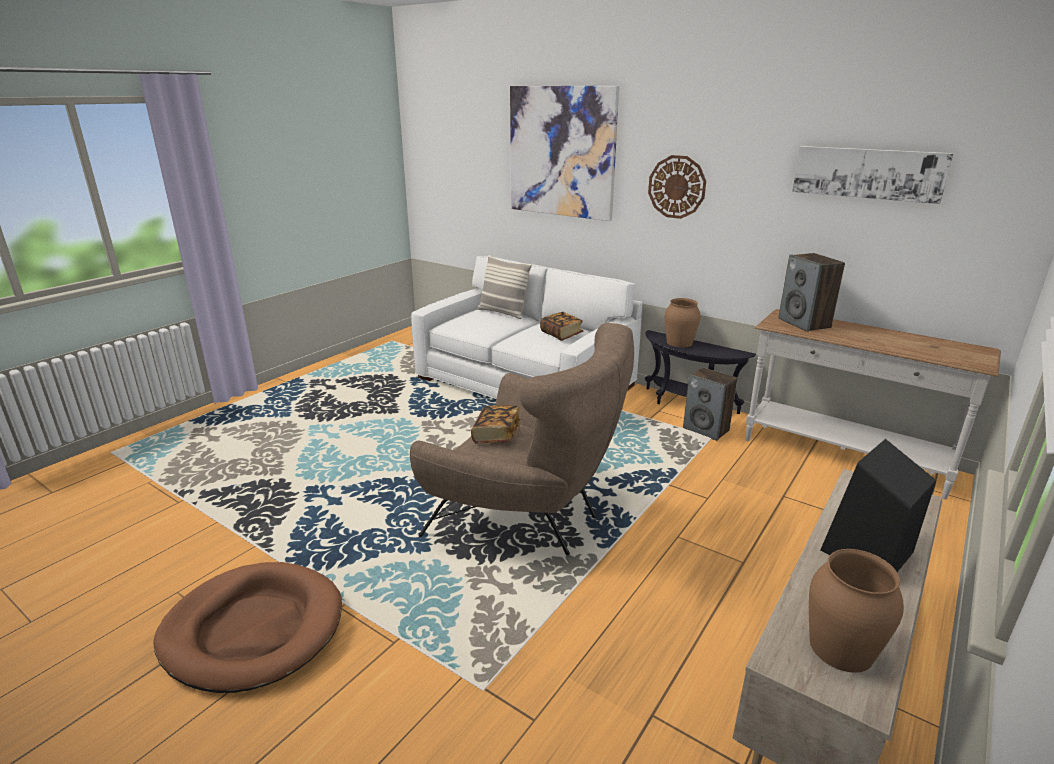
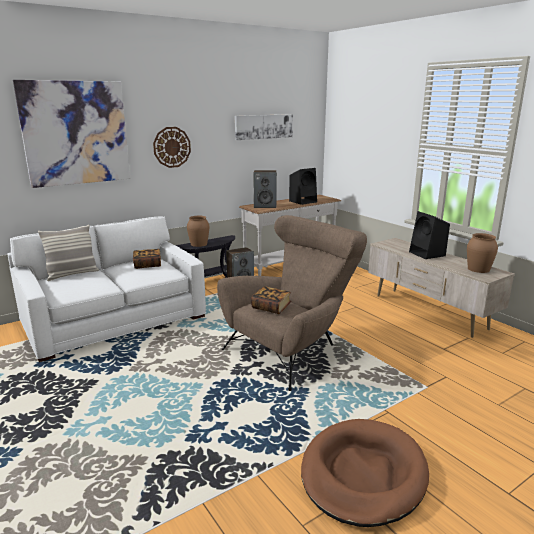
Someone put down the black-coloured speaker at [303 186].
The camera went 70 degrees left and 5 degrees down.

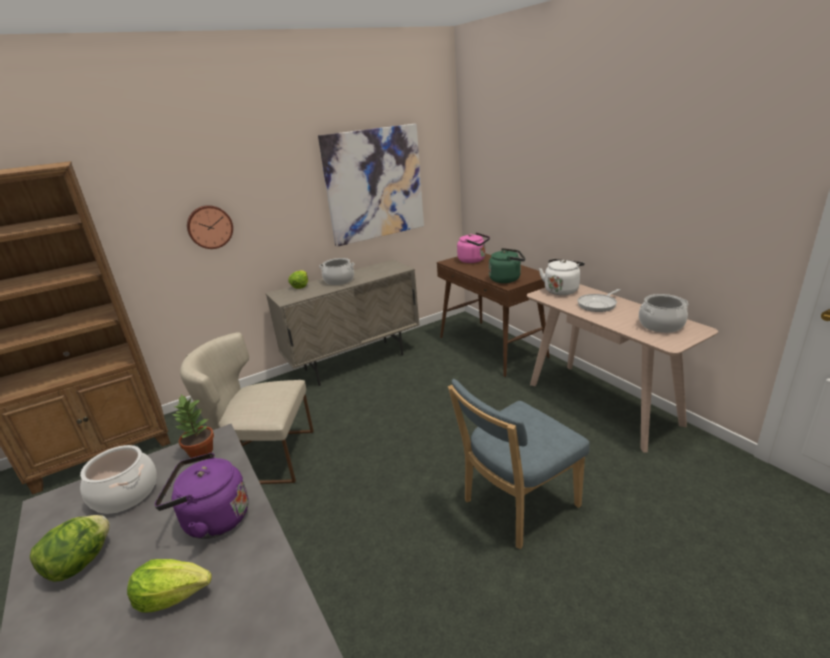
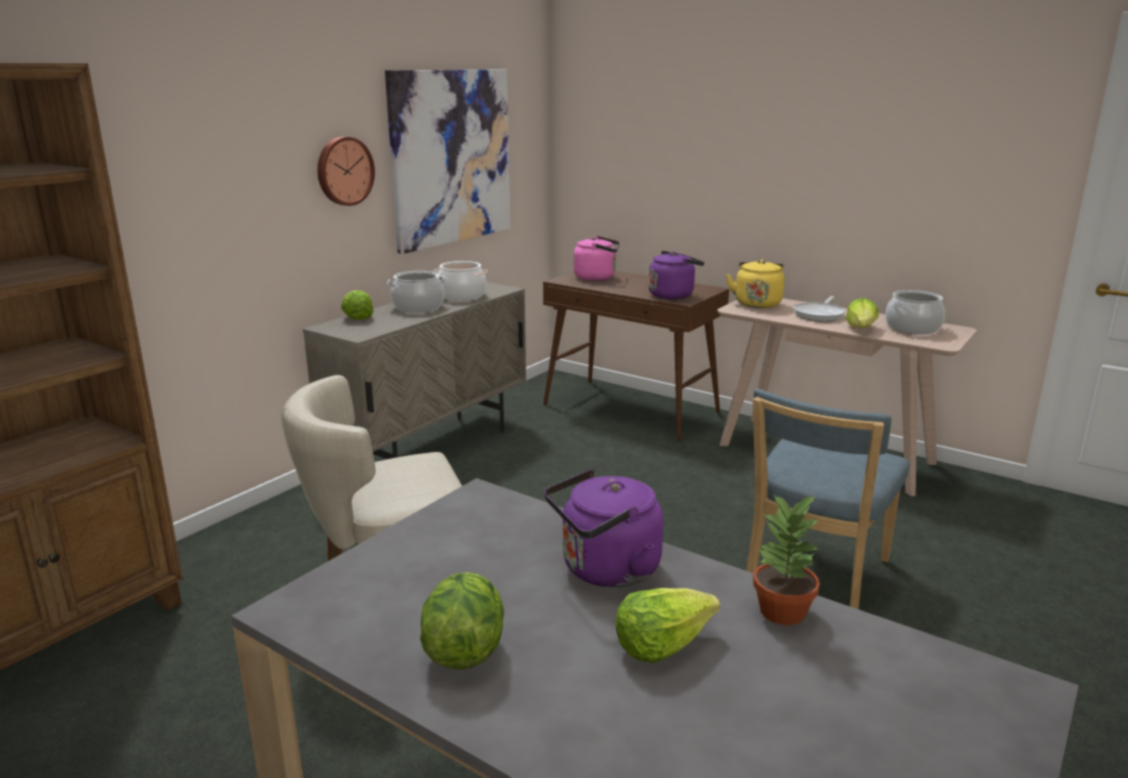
Someone put down the lettuce head at [862 313].
Someone carried the saucepot from [118 479] to [461 281].
Someone carried the houseplant from [192 426] to [786 559].
Someone carried the wall clock from [210 227] to [346 171].
Someone repainted the green tea kettle at [507 265], which became the purple-coloured tea kettle at [676 275].
Someone repainted the whitish tea kettle at [562 277], which became the yellow tea kettle at [755 283].
The camera went 25 degrees left and 5 degrees down.

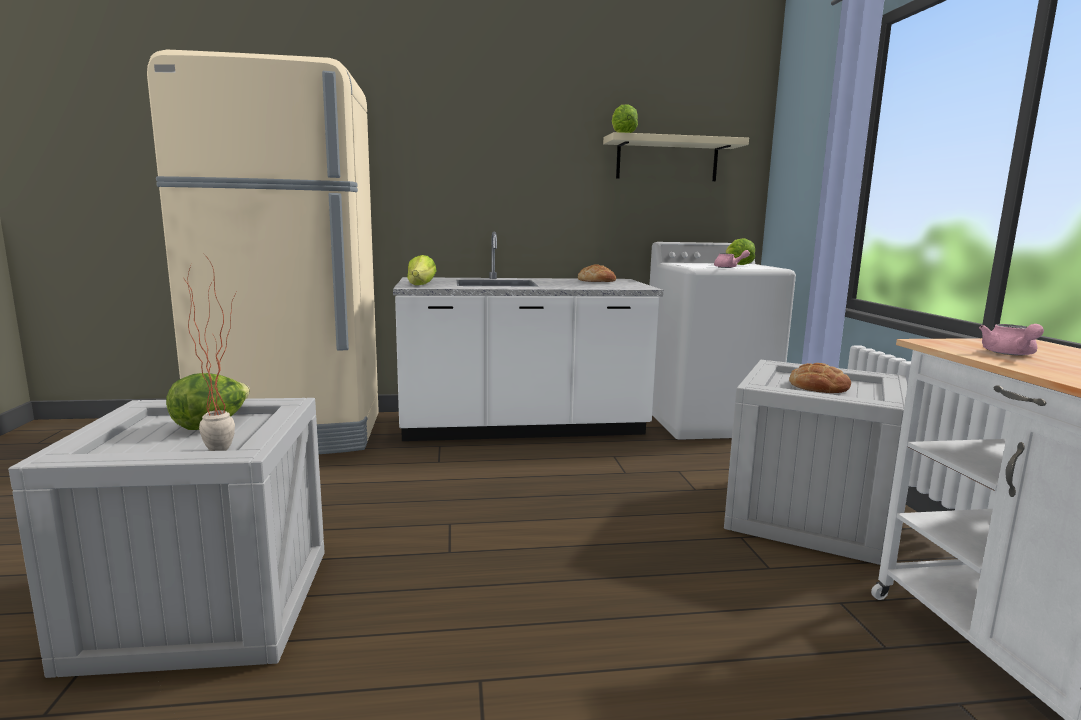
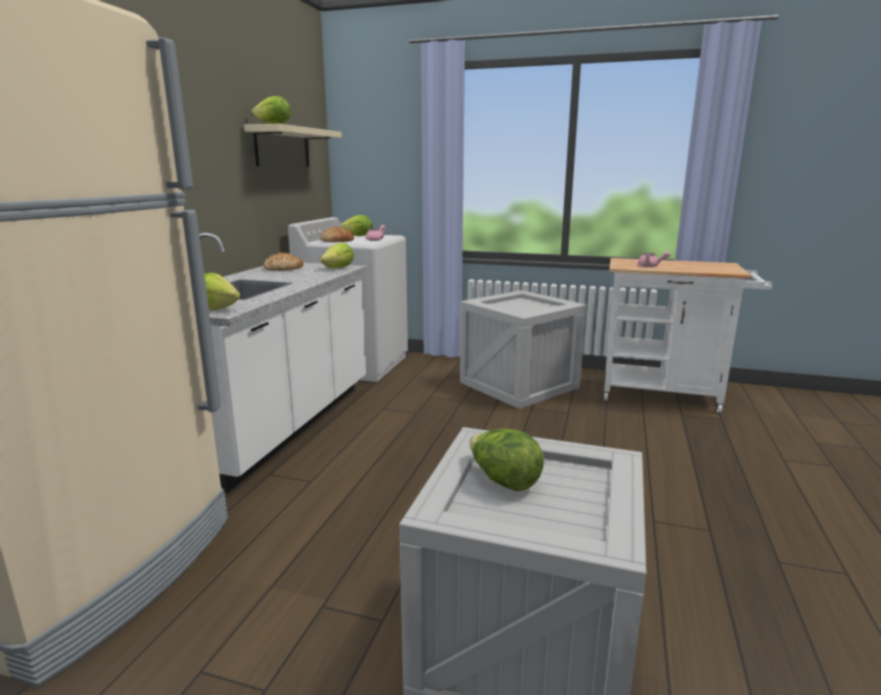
Someone took away the houseplant at [210 352].
Someone put down the lettuce head at [337 256].
Someone carried the bread from [820 378] to [337 234].
The camera went 65 degrees left and 5 degrees up.

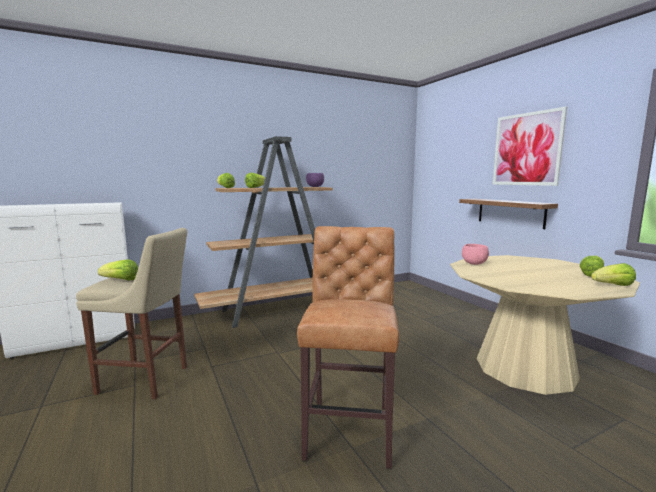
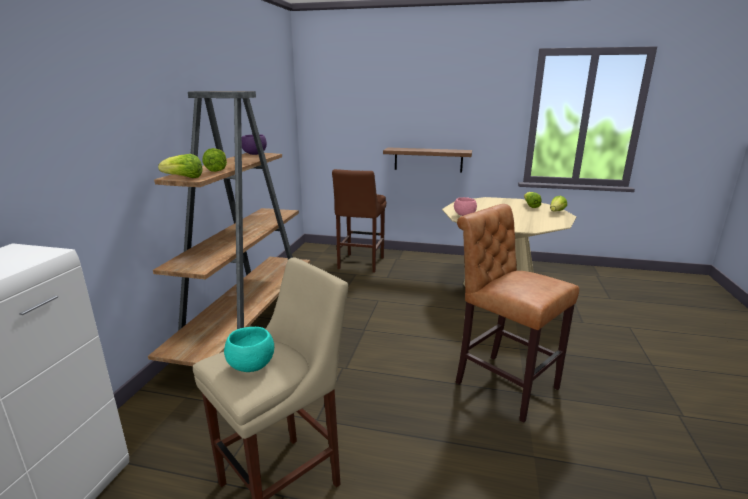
Someone took away the wall picture at [530 146].
Someone put down the brownish stool at [359 221].
Someone swapped the lettuce head at [118 270] for the blue-green serving bowl at [249 349].
The camera went 50 degrees left and 10 degrees up.

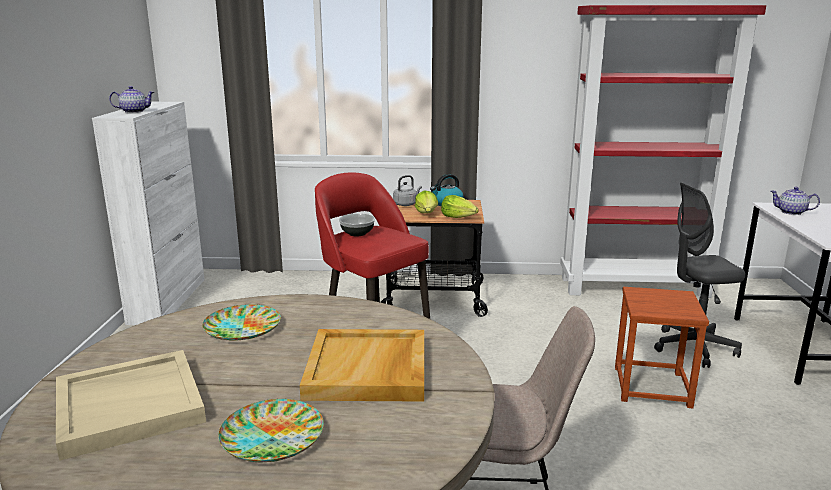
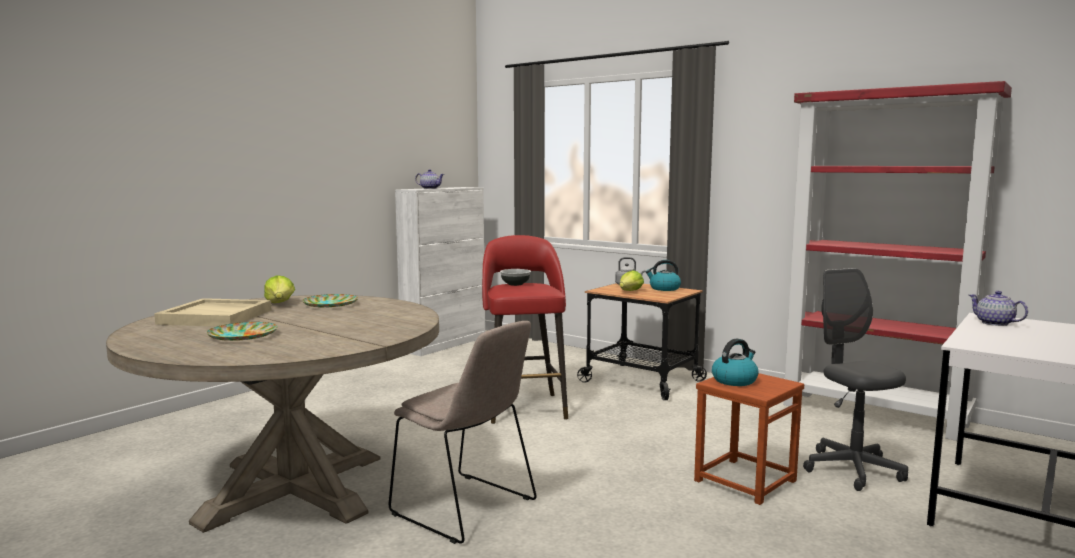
Someone took away the beige serving tray at [362 365].
Someone put down the tea kettle at [735 362].
Someone carried the lettuce head from [460 206] to [279 289].
Someone rotated the gray desk chair at [700 275] by 45 degrees clockwise.
The camera went 35 degrees right and 10 degrees down.

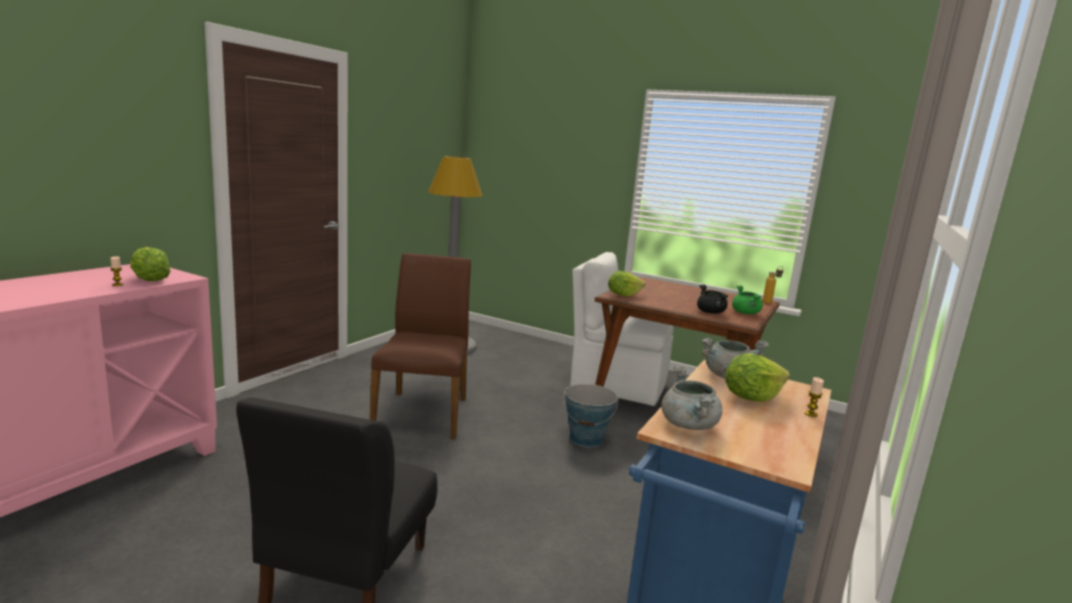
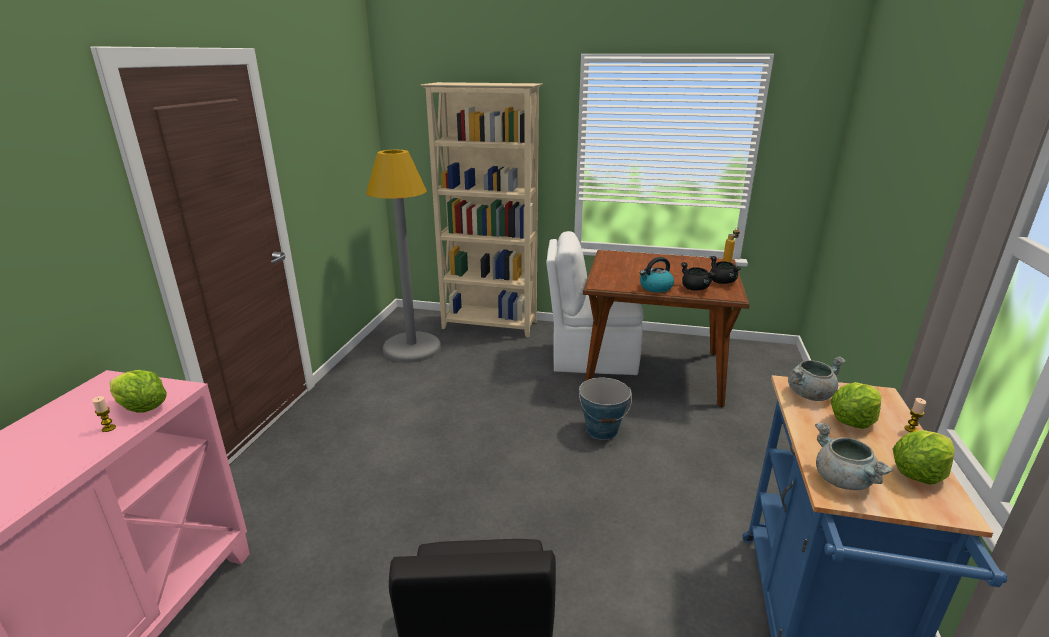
Someone took away the brownish chair at [420 346].
Someone put down the beige shelving unit at [482 210].
Someone put down the tea kettle at [657 275].
Someone carried the lettuce head from [626 284] to [923 457].
Someone repainted the green saucepot at [747 299], which became the black-coloured saucepot at [725 270].
The camera went 15 degrees left and 10 degrees up.

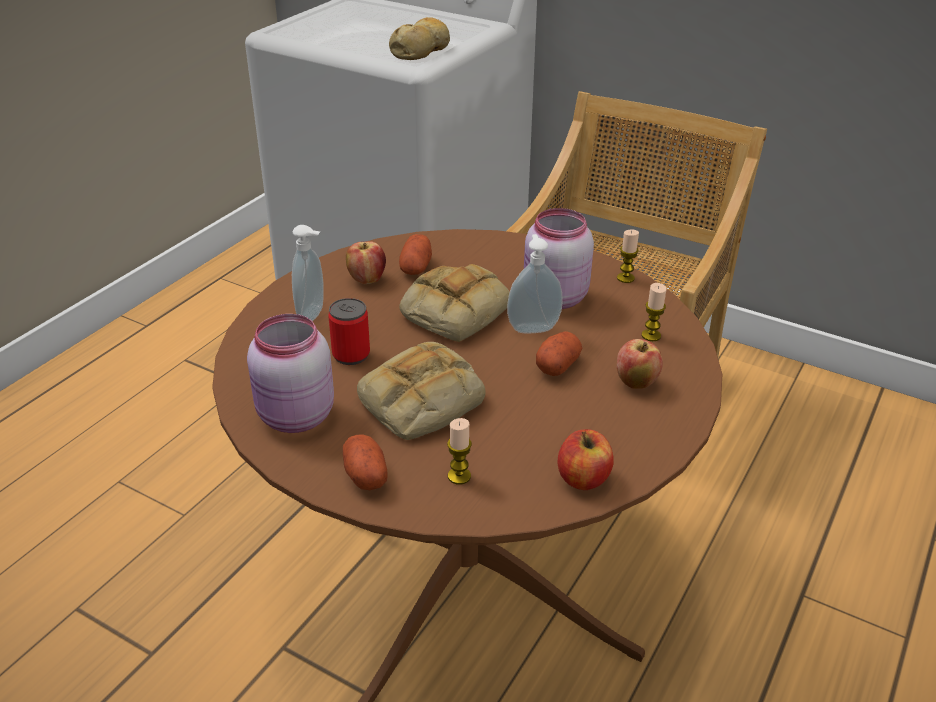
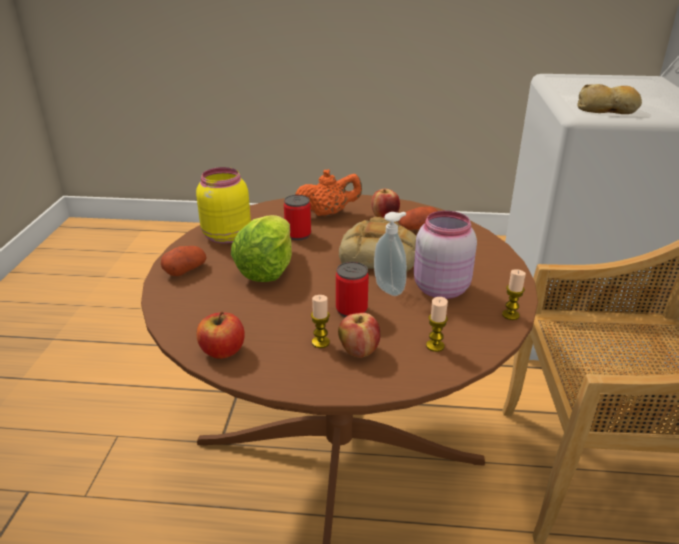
Someone carried the wax light from [459 451] to [320 321].
Someone swapped the soap dispenser at [308 273] for the orangey pot for tea at [328 192].
Someone swapped the bread at [421 391] for the lettuce head at [261 248].
Someone swapped the spud at [559 354] for the metal can at [352 289].
Someone repainted the pink-coloured storage jar at [290 373], which became the yellow storage jar at [223 205].
The camera went 65 degrees right and 5 degrees down.

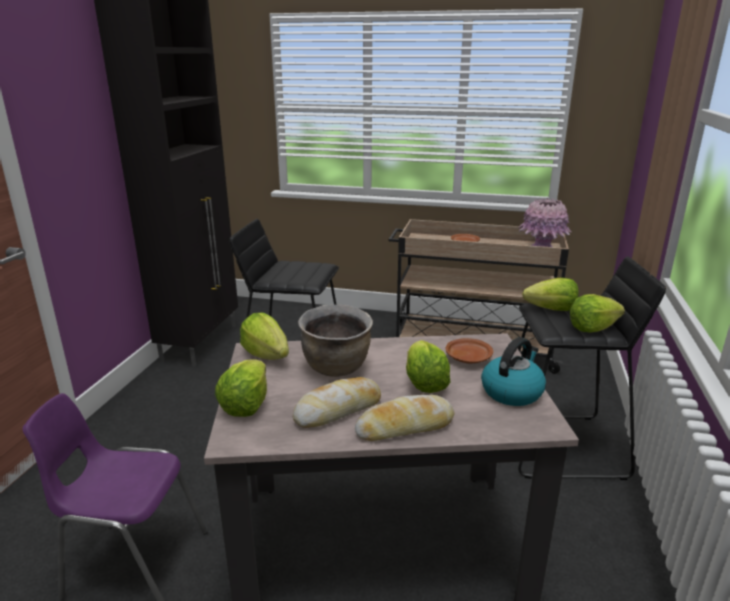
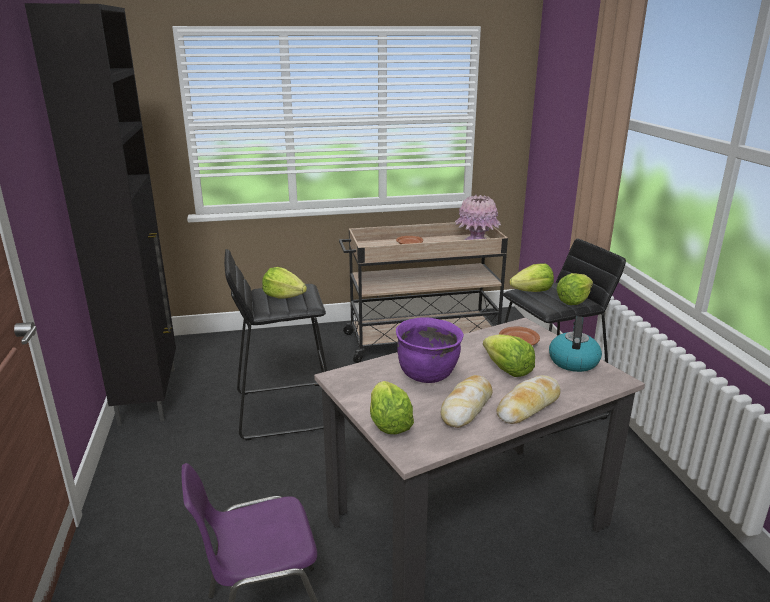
Someone carried the lettuce head from [264 336] to [284 282].
Someone repainted the brownish saucepot at [335 341], which became the purple-coloured saucepot at [430 350].
The camera went 25 degrees left and 0 degrees up.

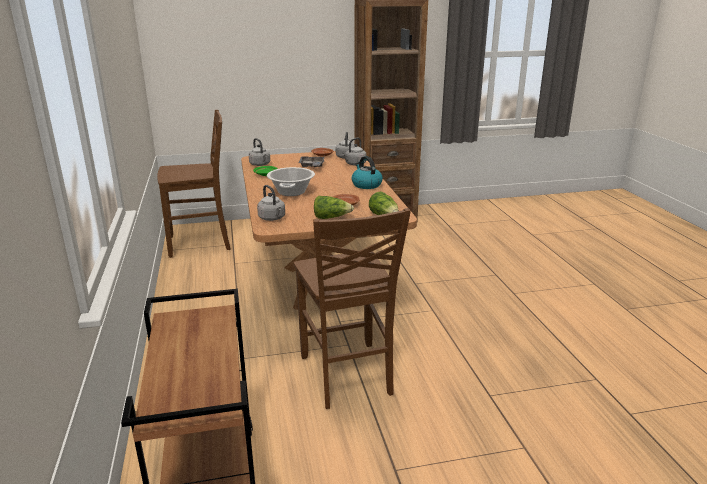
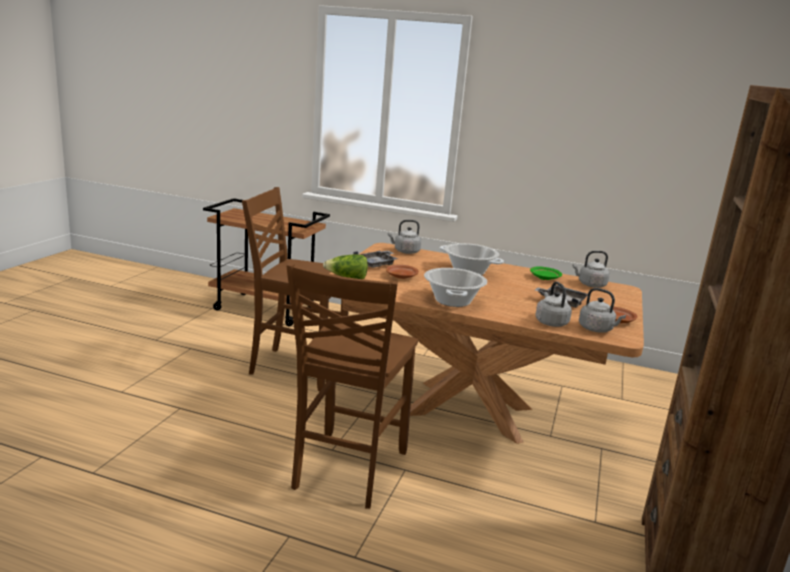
Someone carried the brownish chair from [194 184] to [352 386].
Someone swapped the lettuce head at [334 207] for the gray serving tray at [375 259].
Someone swapped the tea kettle at [367 172] for the saucepot at [455 287].
The camera went 120 degrees right and 5 degrees down.

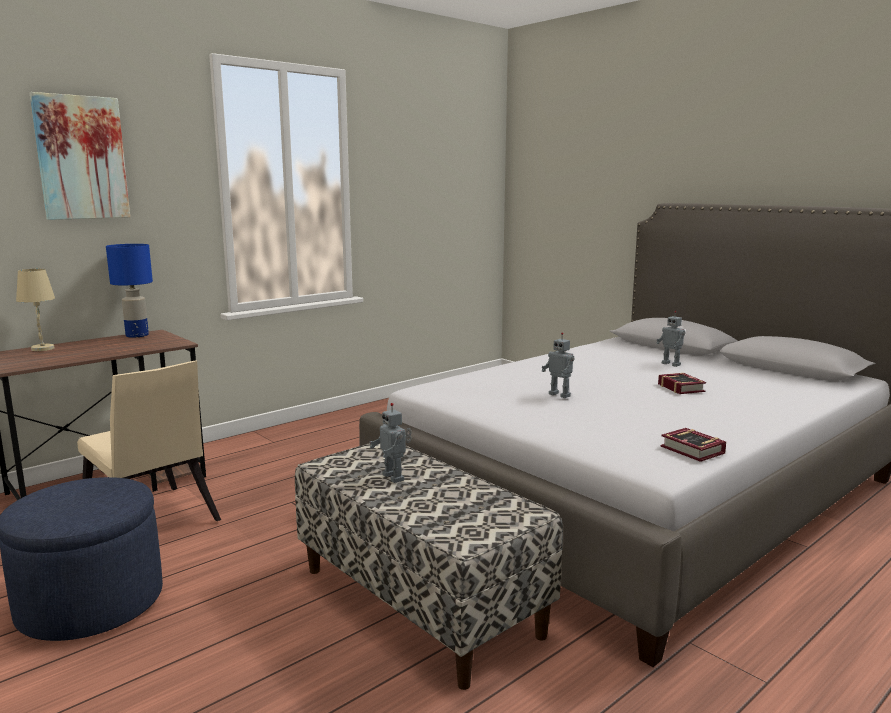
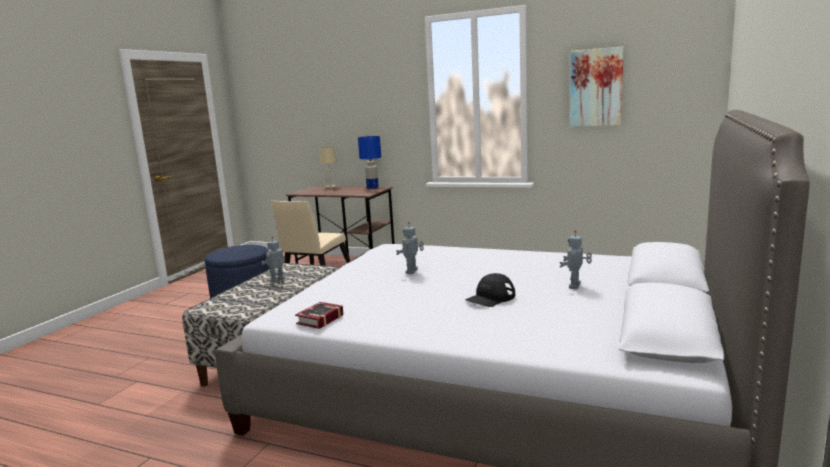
Someone carried the wall picture from [80 156] to [597 87].
Someone swapped the book at [682 383] for the black-coloured peaked cap at [490 290].
The camera went 65 degrees right and 0 degrees up.

